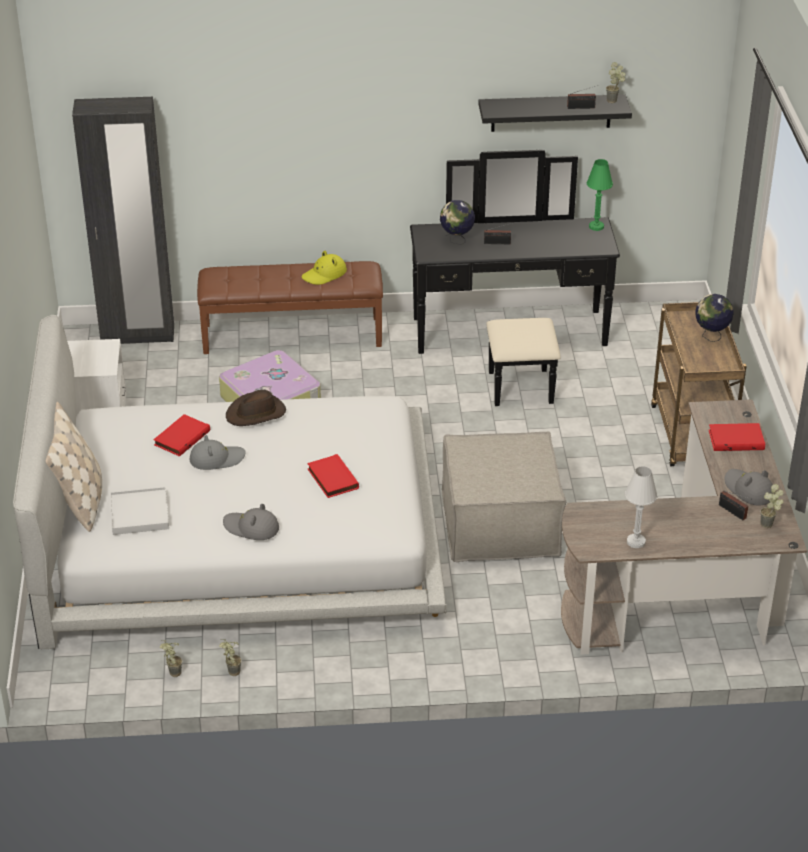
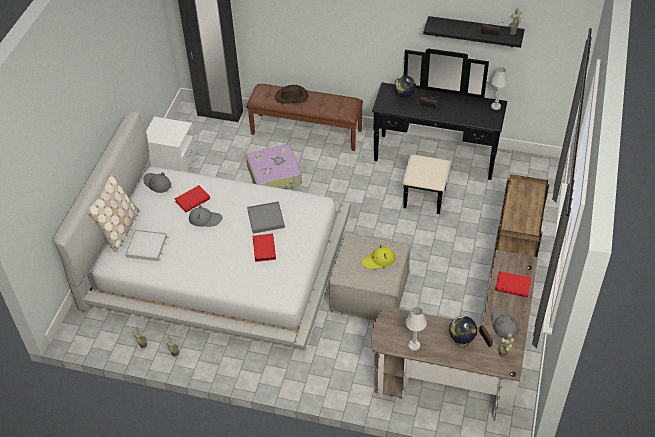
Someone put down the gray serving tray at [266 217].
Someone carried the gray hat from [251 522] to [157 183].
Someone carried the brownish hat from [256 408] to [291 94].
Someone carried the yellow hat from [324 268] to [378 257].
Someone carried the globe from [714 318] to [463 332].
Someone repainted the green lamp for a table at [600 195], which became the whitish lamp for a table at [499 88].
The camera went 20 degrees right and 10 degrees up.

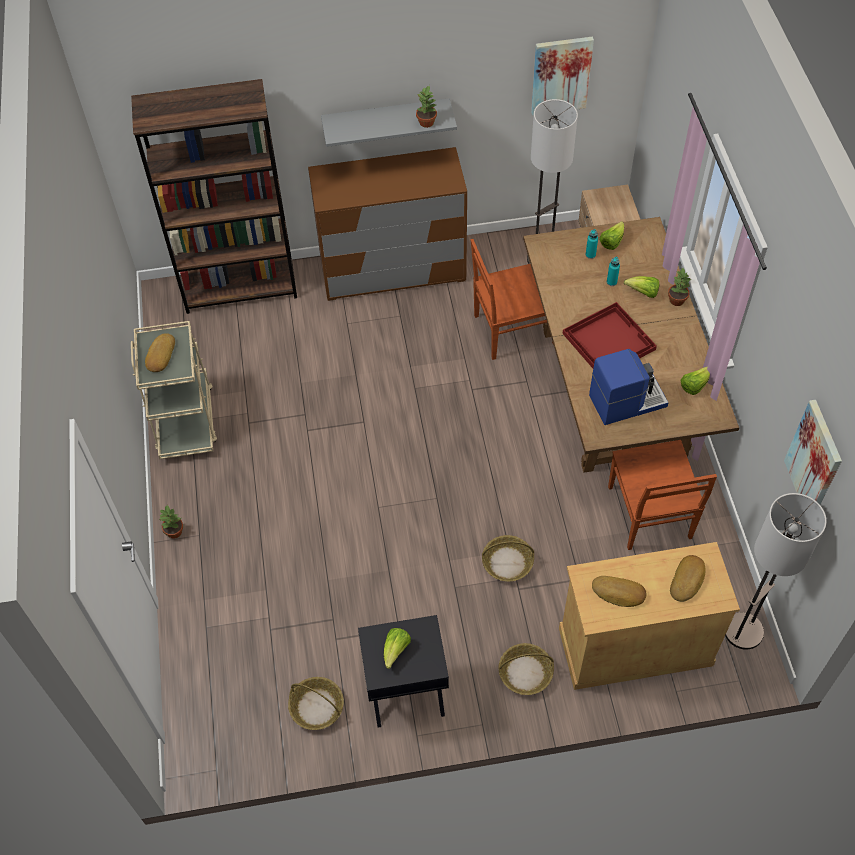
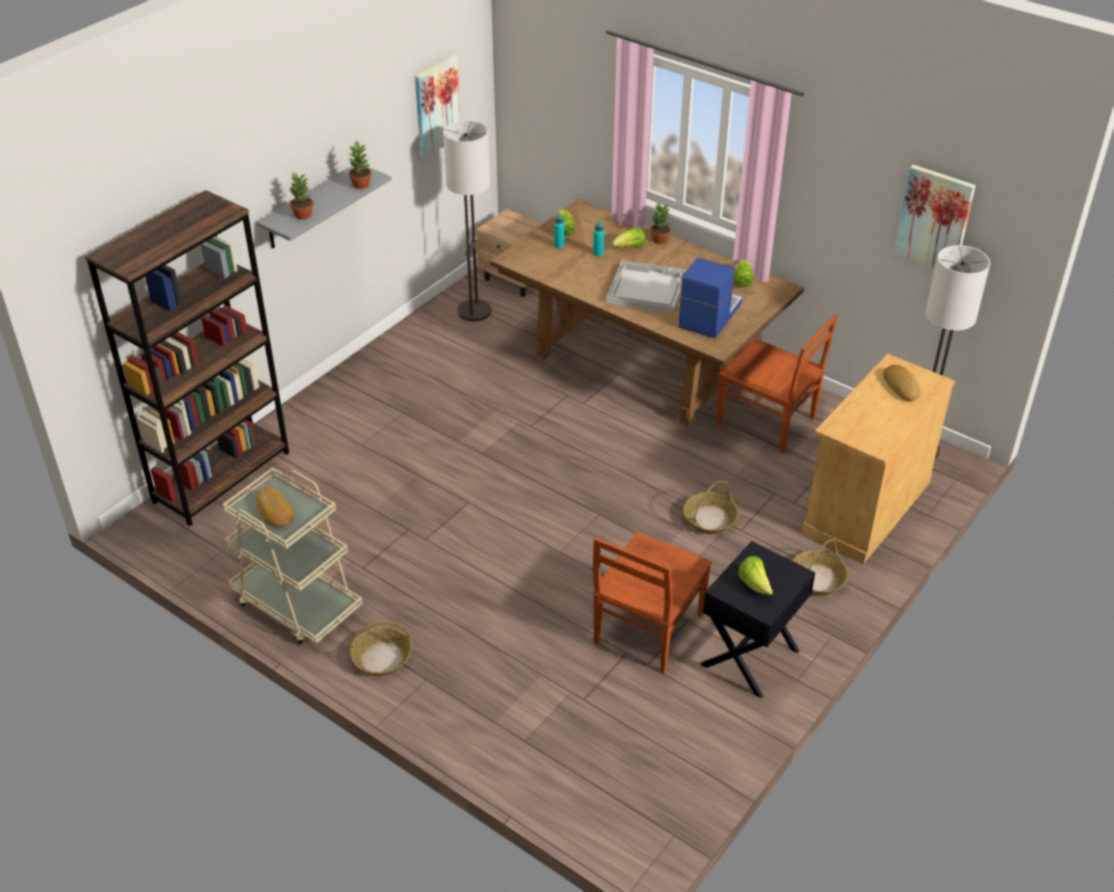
Someone took away the brownish chest of drawers at [387 224].
Someone took away the bread at [619 591].
Someone carried the houseplant from [171 521] to [301 195].
Someone carried the basket from [316 703] to [380 649].
Someone carried the brownish chair from [512 299] to [652 602].
Someone repainted the red serving tray at [610 335], which became the whitish serving tray at [646 287].
The camera went 45 degrees left and 15 degrees down.

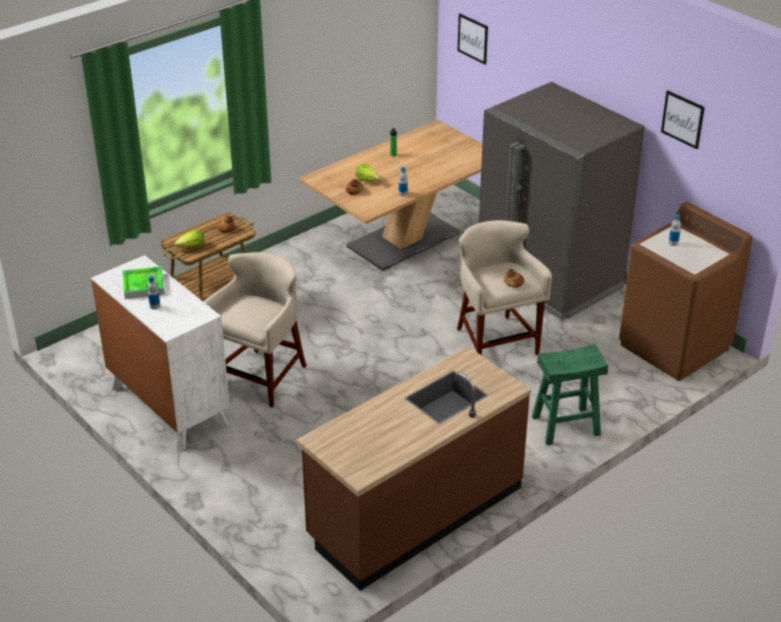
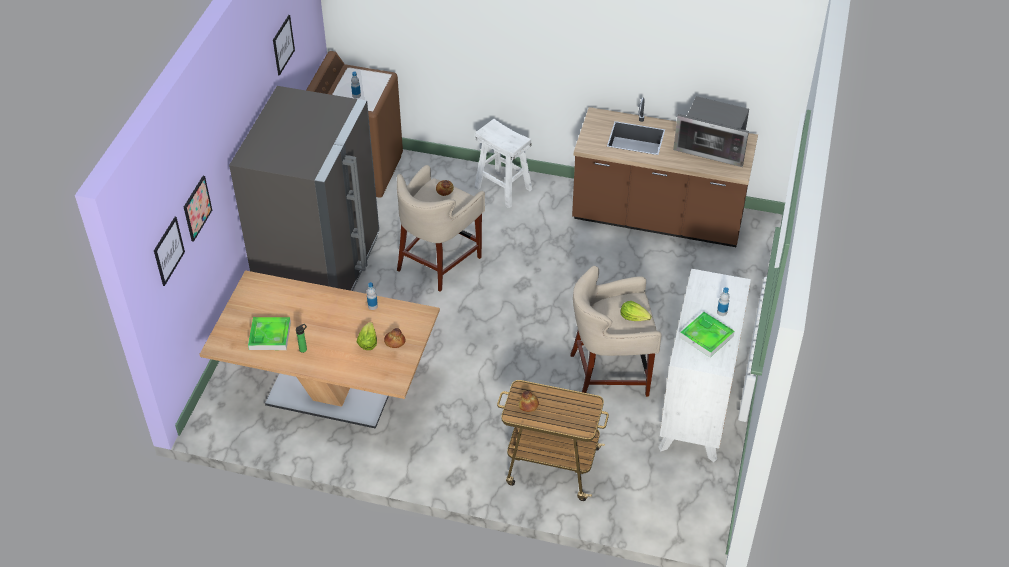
Someone put up the wall picture at [198 209].
Someone put down the serving tray at [269 333].
Someone put down the microwave oven at [711 131].
Someone carried the lettuce head from [189 239] to [636 311].
Someone repainted the green stool at [570 394], which became the whitish stool at [503 163].
The camera went 125 degrees left and 10 degrees up.

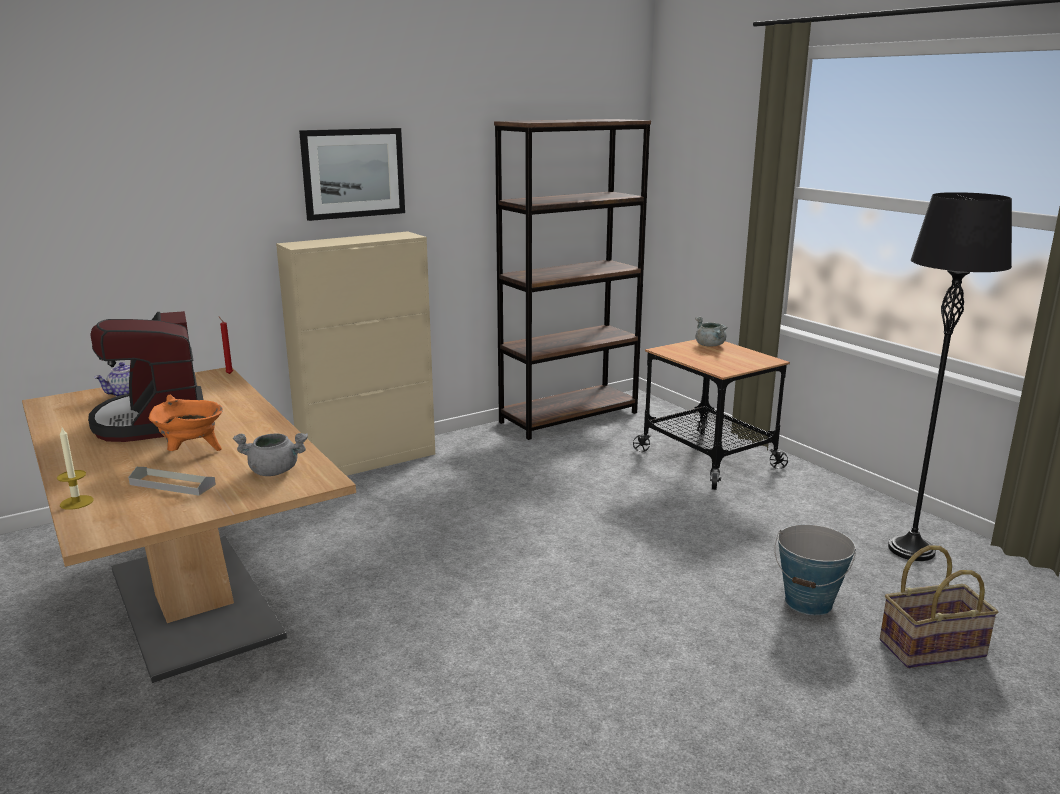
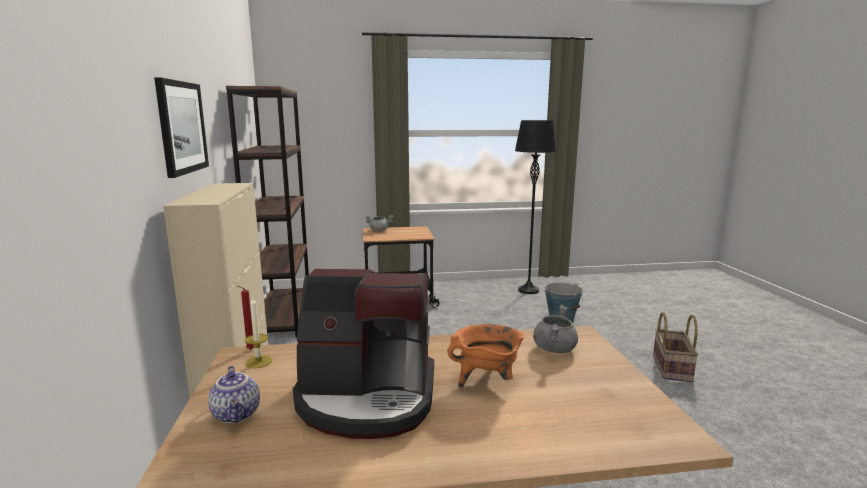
Someone took away the gray serving tray at [172 481].
Someone carried the wax light from [75 469] to [258 332].
Someone carried the basket from [939 606] to [675 347].
The camera went 65 degrees left and 5 degrees down.

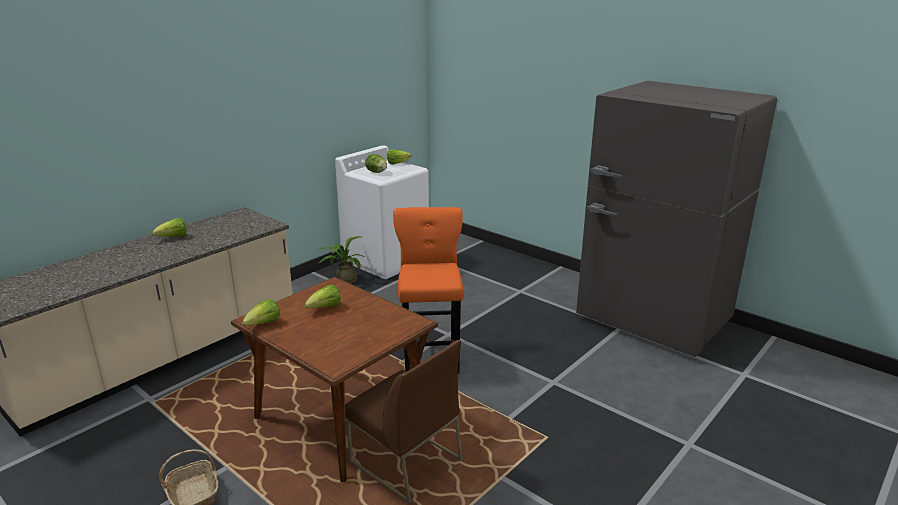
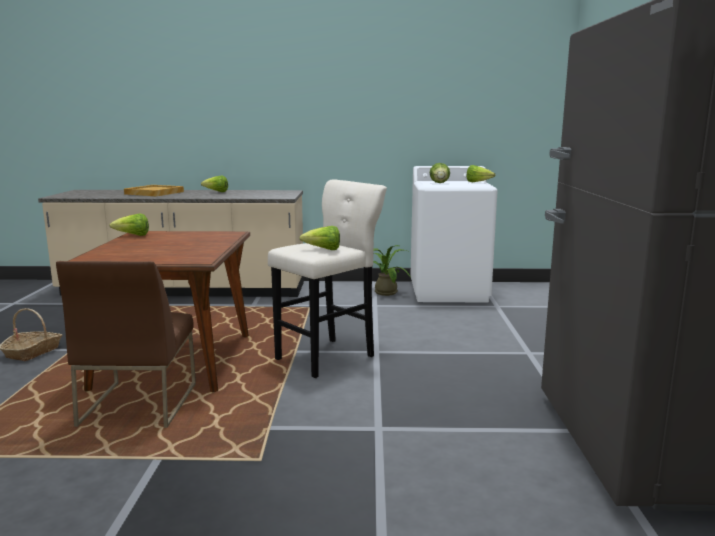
Someone put down the beige serving tray at [154 190].
Someone carried the lettuce head from [322 297] to [320 238].
Someone repainted the orangey stool at [428 290], which became the beige stool at [327 278].
The camera went 50 degrees right and 10 degrees down.

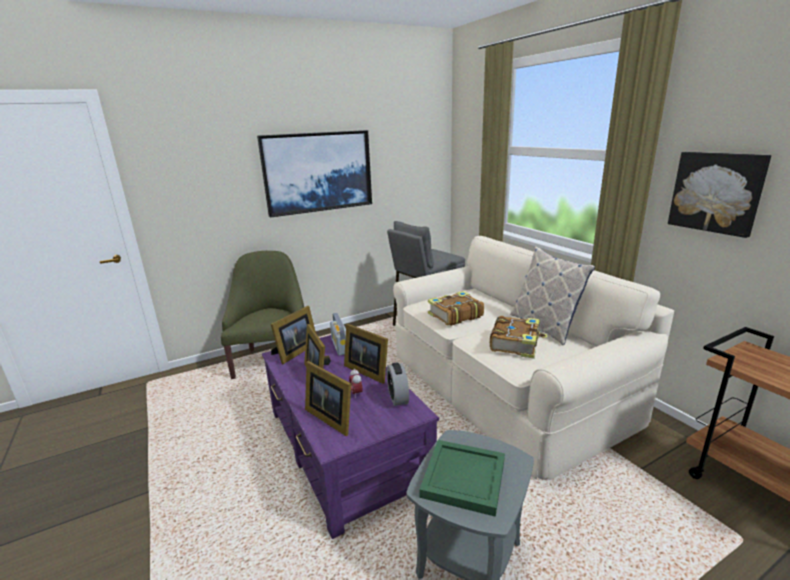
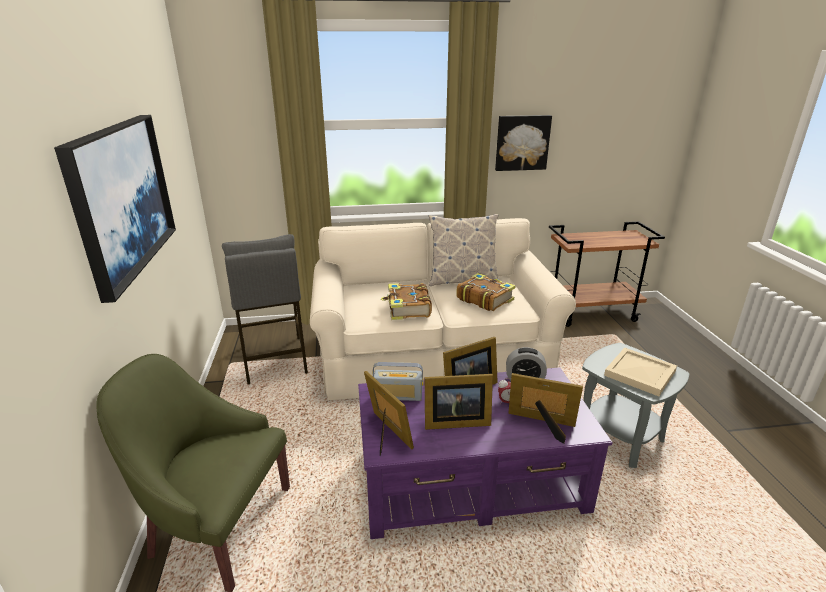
Someone repainted the green serving tray at [462 478], which became the beige serving tray at [640 372].
Someone rotated the picture frame at [328 398] by 135 degrees counterclockwise.
The camera went 70 degrees left and 5 degrees up.

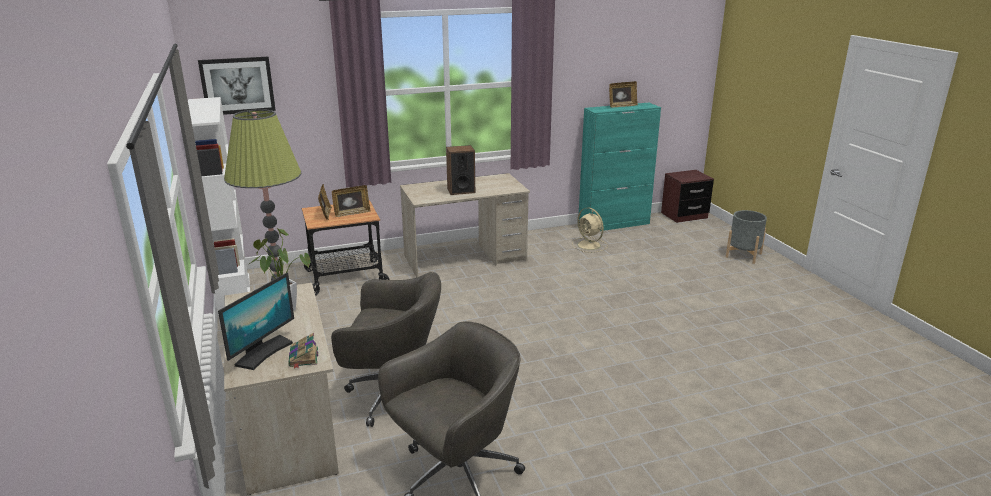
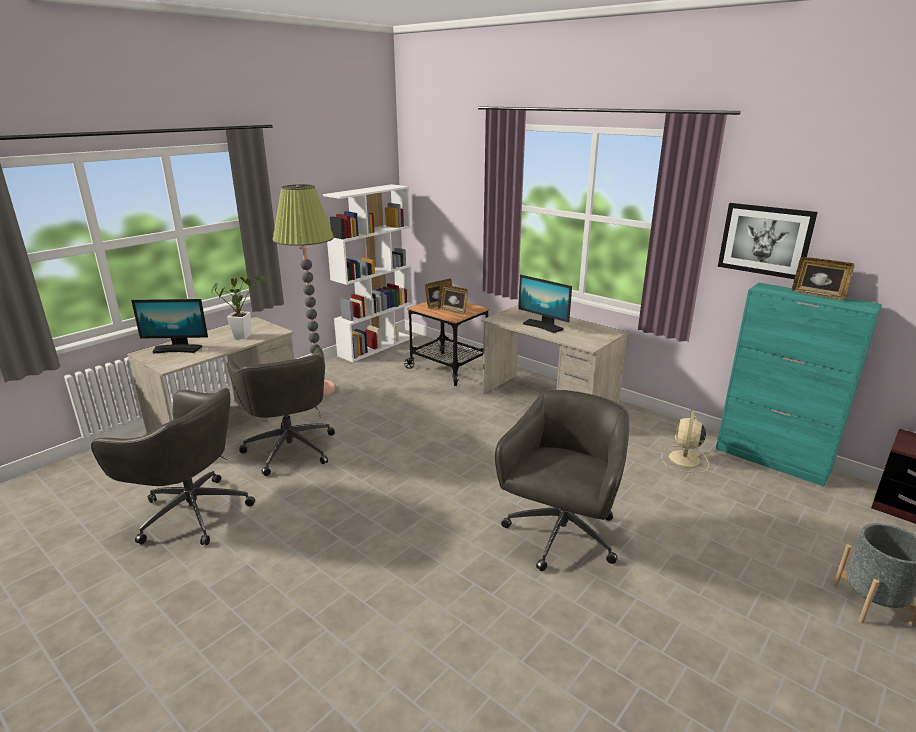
Someone took away the book at [303 351].
Someone put down the gray desk chair at [562 480].
Someone carried the wall picture from [237 86] to [768 241].
Someone swapped the speaker at [460 170] for the monitor at [545 304].
The camera went 60 degrees right and 0 degrees up.

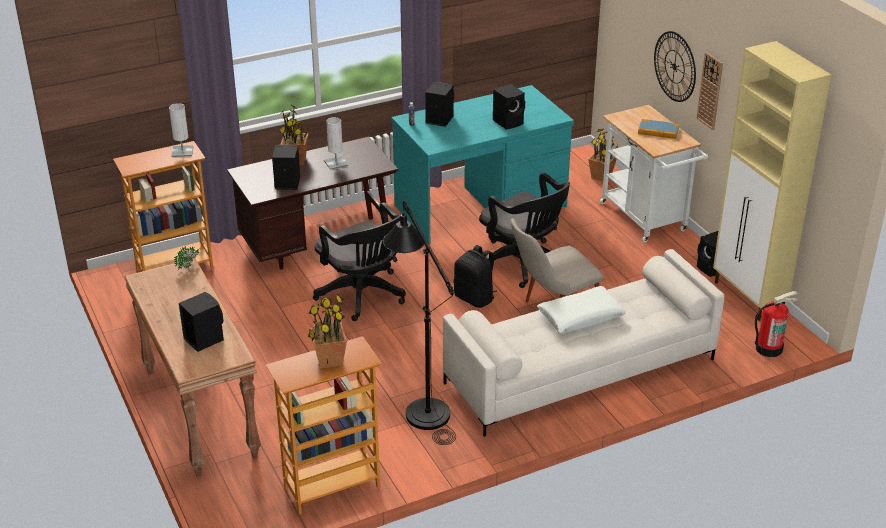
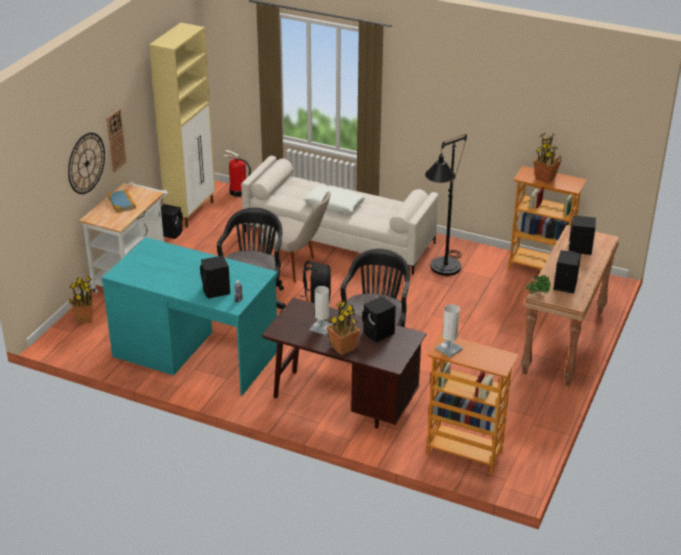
Someone carried the black-coloured speaker from [509 107] to [567 272].
The camera went 130 degrees left and 0 degrees up.

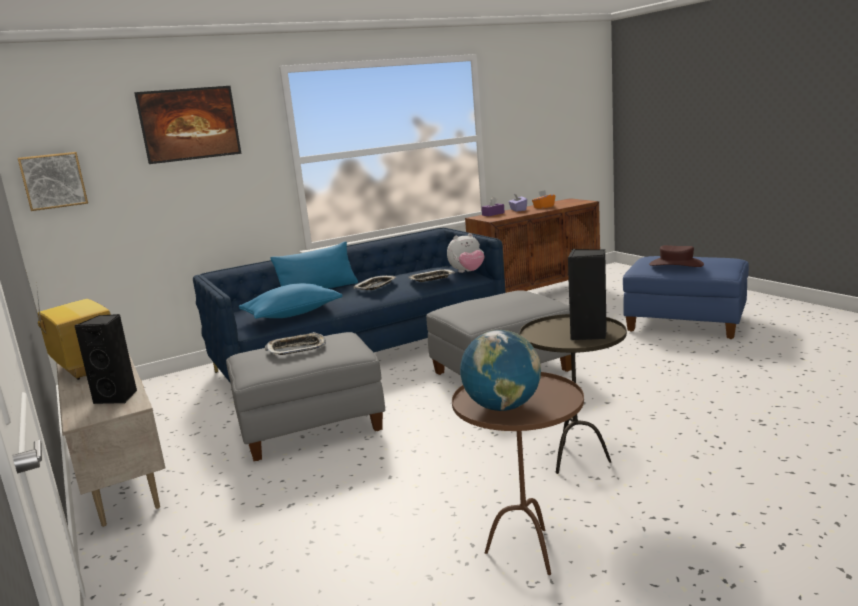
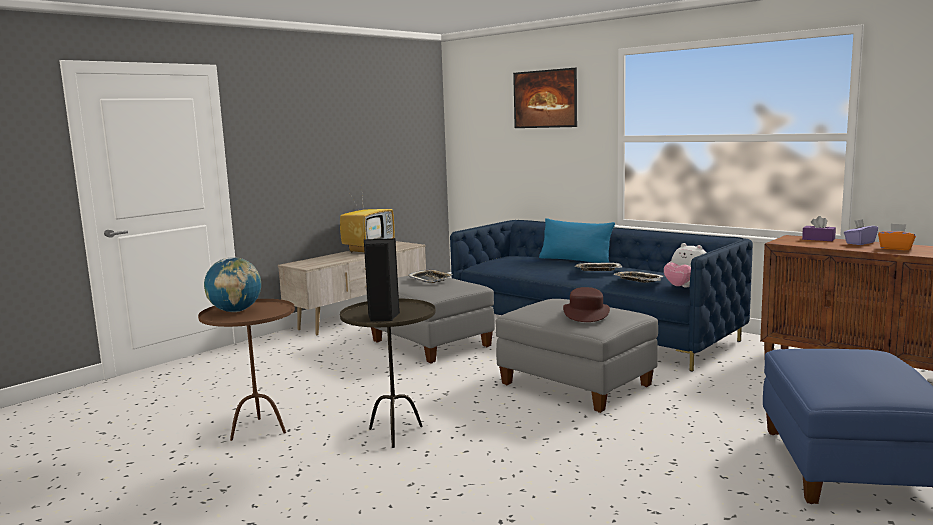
Someone took away the wall picture at [53 181].
Someone took away the black-coloured speaker at [105 359].
Someone took away the blue-coloured throw pillow at [291 301].
Someone carried the brownish hat from [676 256] to [586 304].
The camera went 70 degrees right and 5 degrees down.

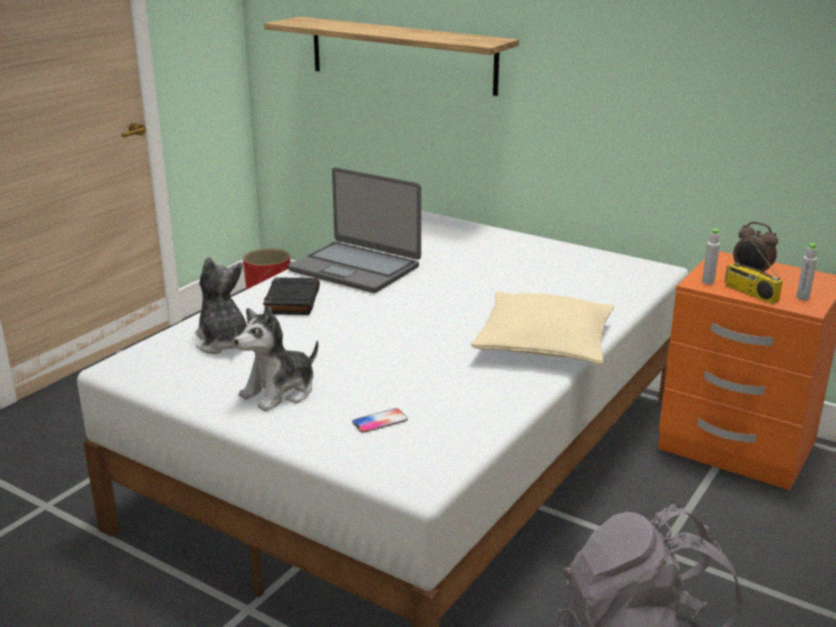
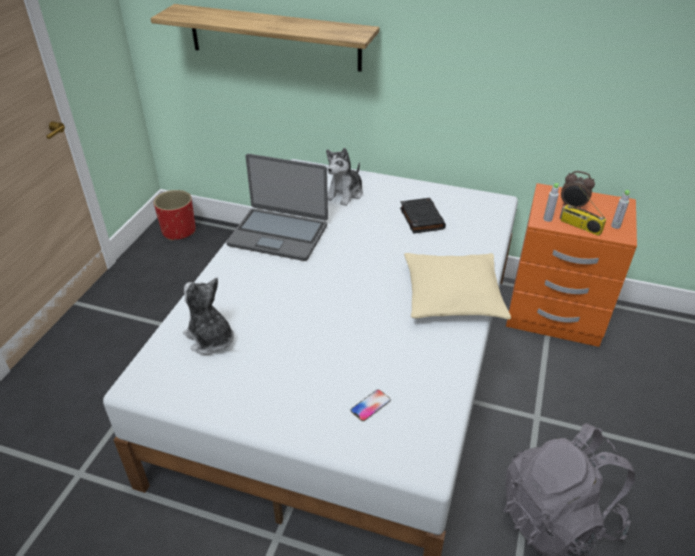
Someone carried the cuddly toy from [276 359] to [344 177].
Someone carried the black-coloured book from [291 296] to [423 216].
The camera went 15 degrees left and 15 degrees up.

